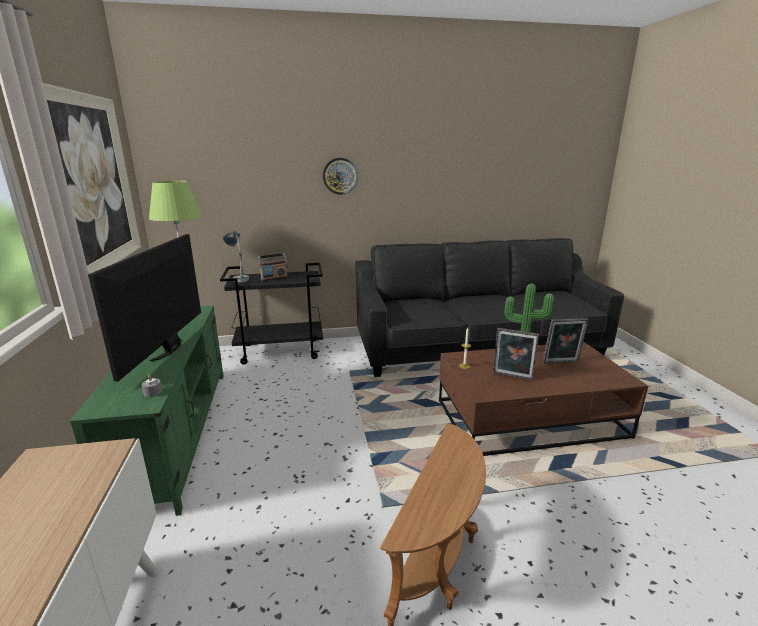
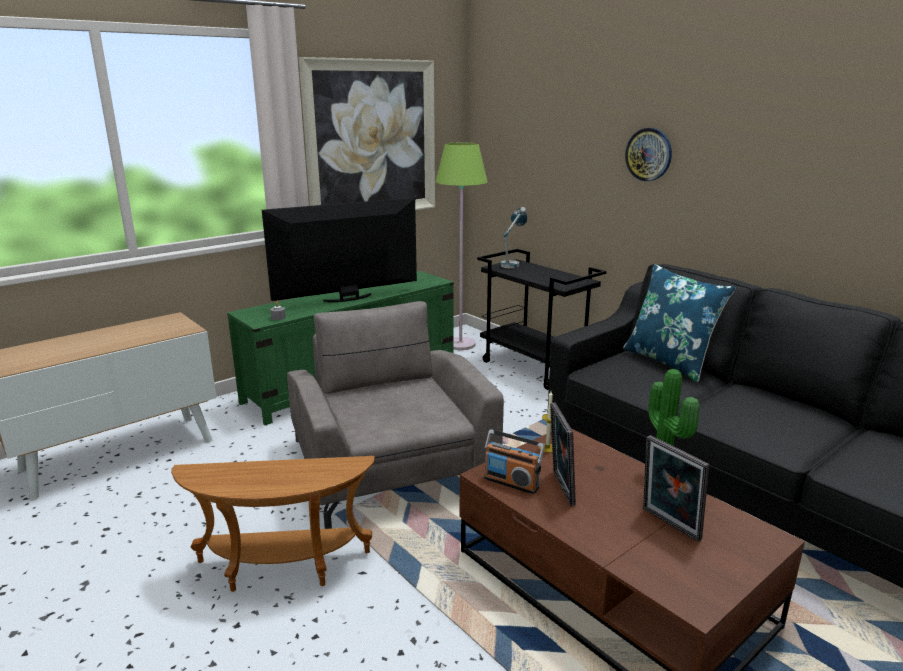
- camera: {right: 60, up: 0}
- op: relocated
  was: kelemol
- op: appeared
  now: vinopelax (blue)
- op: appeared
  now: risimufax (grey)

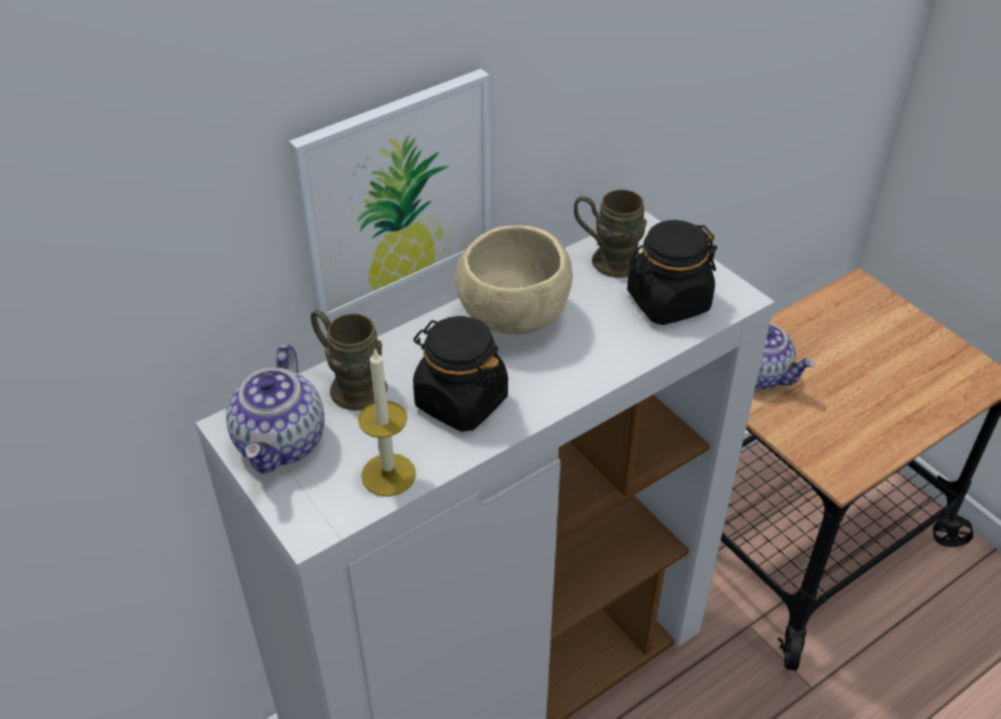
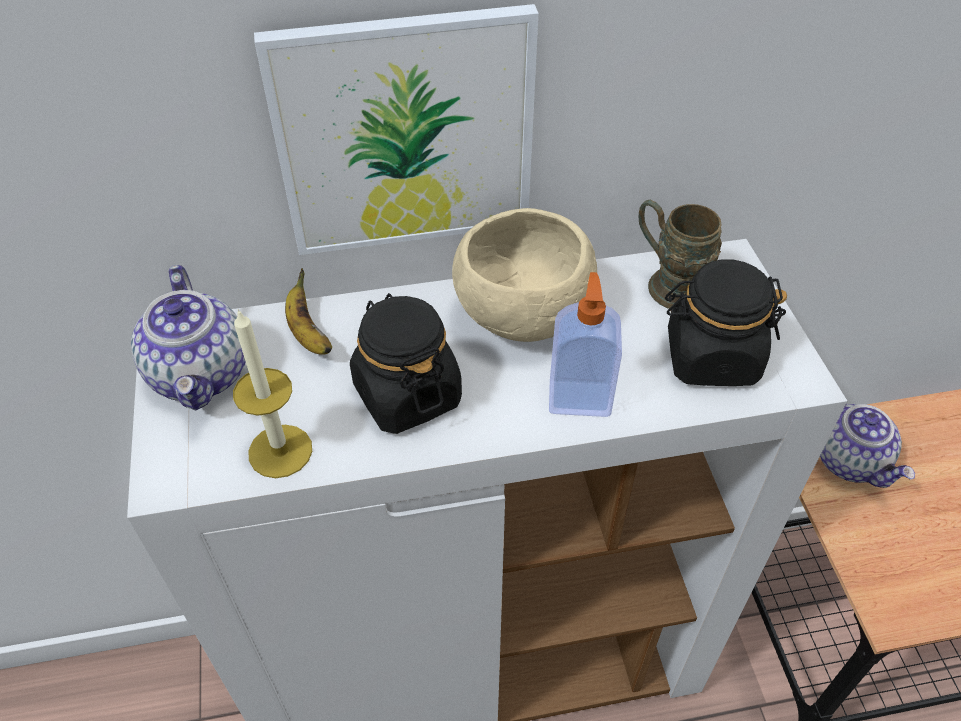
- camera: {right: 25, up: 5}
- op: exchanged
  was: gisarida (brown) (no. 1 from left)
  now: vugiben
- op: spun
  was: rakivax (no. 1 from left)
  clockwise: -45
- op: appeared
  now: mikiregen

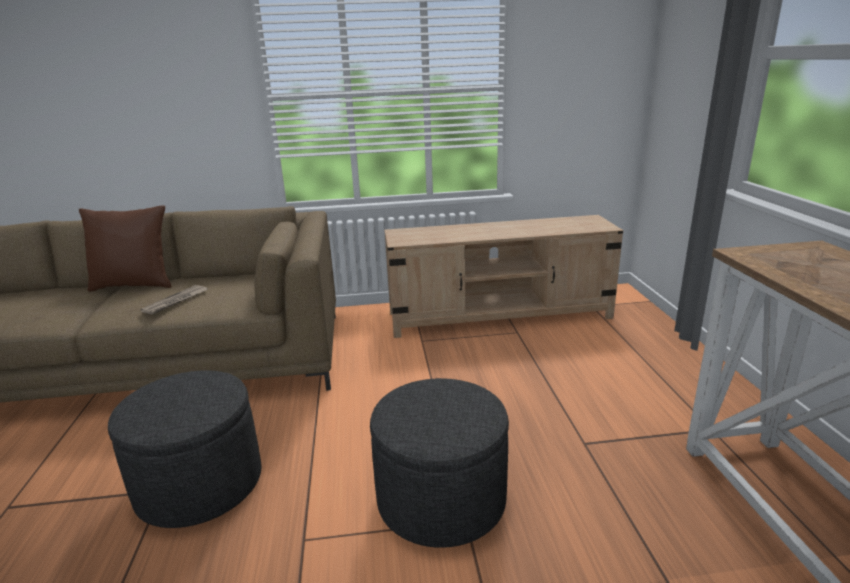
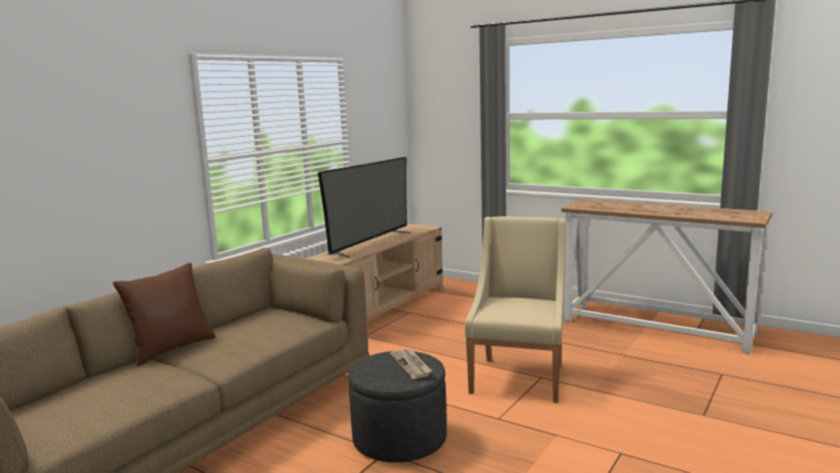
- camera: {right: -50, up: -10}
- op: relocated
  was: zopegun
- op: exchanged
  was: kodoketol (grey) (no. 2 from left)
  now: risimufax (beige)
- op: appeared
  now: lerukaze

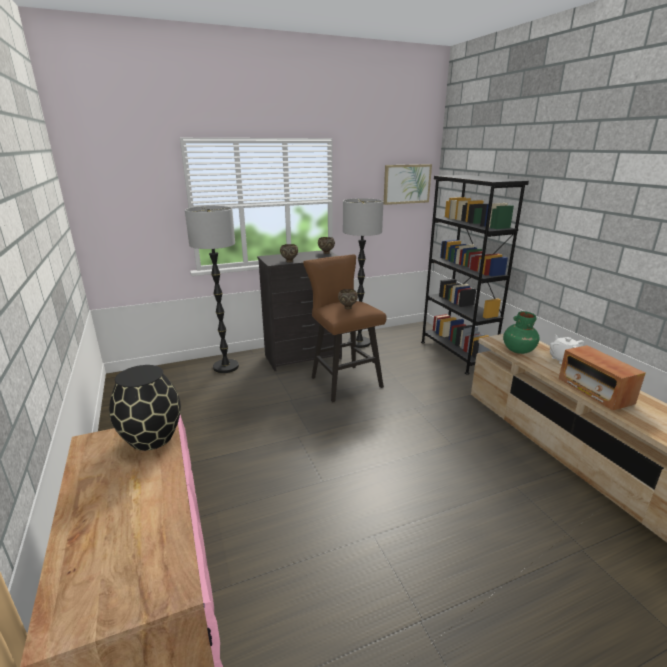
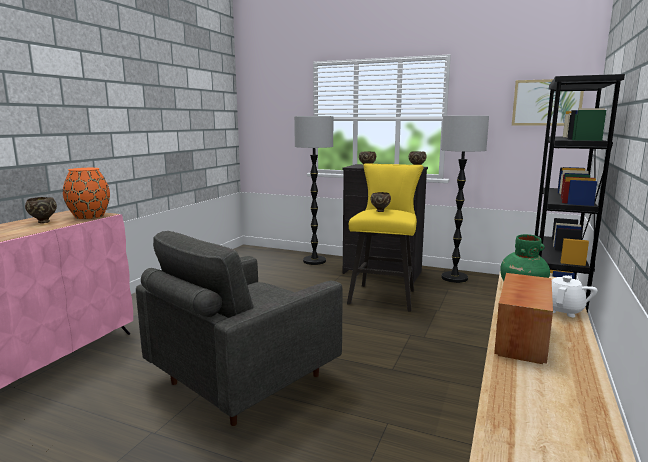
- camera: {right: 45, up: -10}
- op: colour
  was: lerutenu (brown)
  now: lerutenu (yellow)
- op: colour
  was: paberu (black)
  now: paberu (orange)
- op: appeared
  now: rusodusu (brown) (no. 1 from left)
- op: appeared
  now: risimufax (grey)

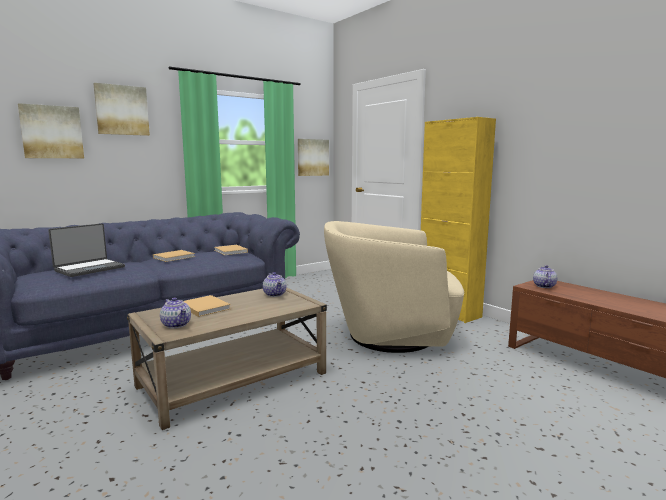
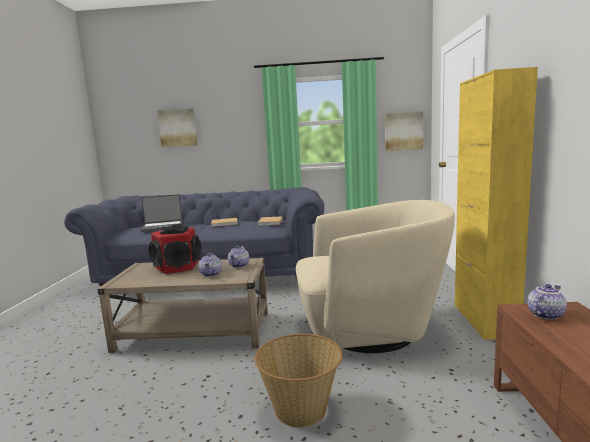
- camera: {right: 40, up: 0}
- op: missing
  was: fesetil (no. 2 from left)
- op: spun
  was: risimufax (beige)
  clockwise: 135
- op: exchanged
  was: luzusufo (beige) (no. 2 from left)
  now: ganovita
- op: relocated
  was: rakivax (no. 1 from left)
- op: appeared
  now: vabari

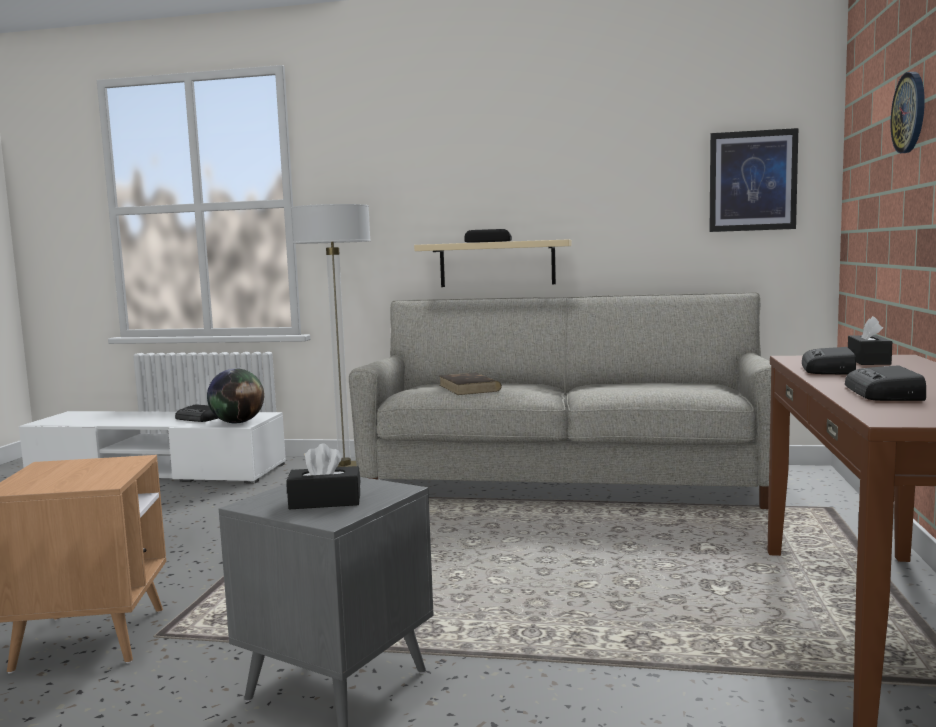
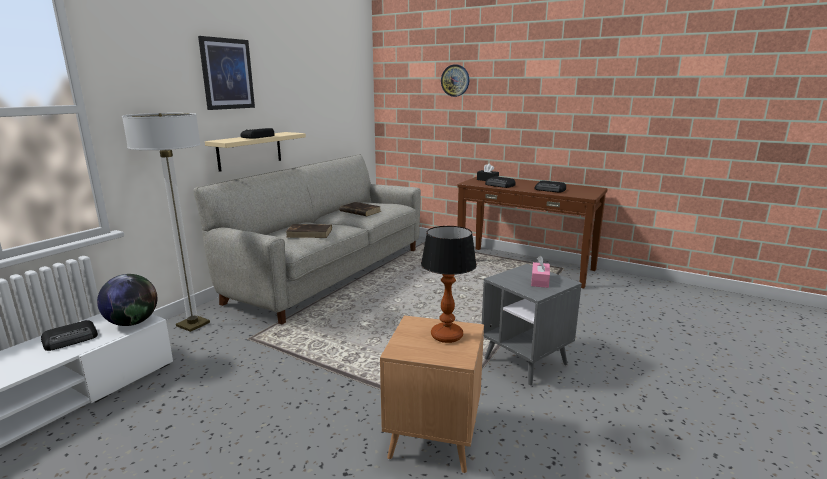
- camera: {right: -70, up: 10}
- op: relocated
  was: fesetil
- op: colour
  was: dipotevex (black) (no. 1 from left)
  now: dipotevex (pink)
- op: appeared
  now: luzusufo (brown) (no. 2 from left)
- op: appeared
  now: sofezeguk

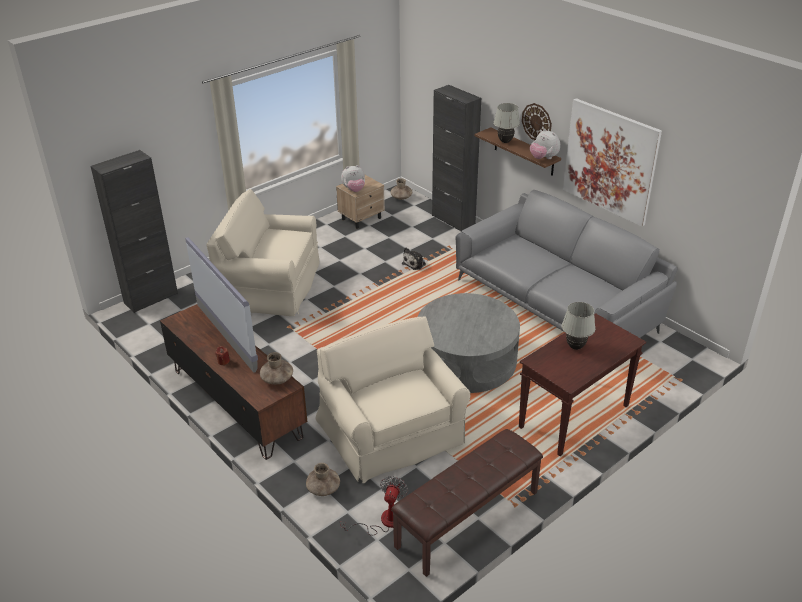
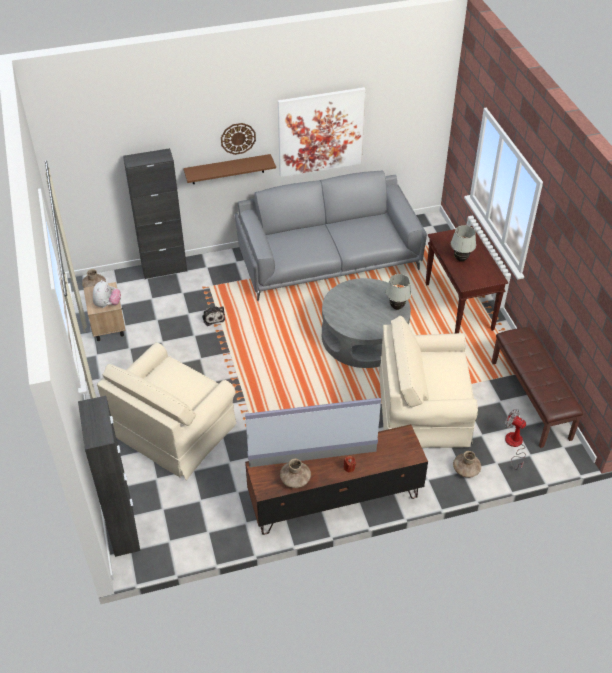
- camera: {right: -65, up: 10}
- op: relocated
  was: sofezeguk (white) (no. 1 from left)
- op: missing
  was: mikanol (no. 3 from left)
- op: relocated
  was: paberu (brown) (no. 1 from left in the first image)
  now: paberu (brown) (no. 2 from left)

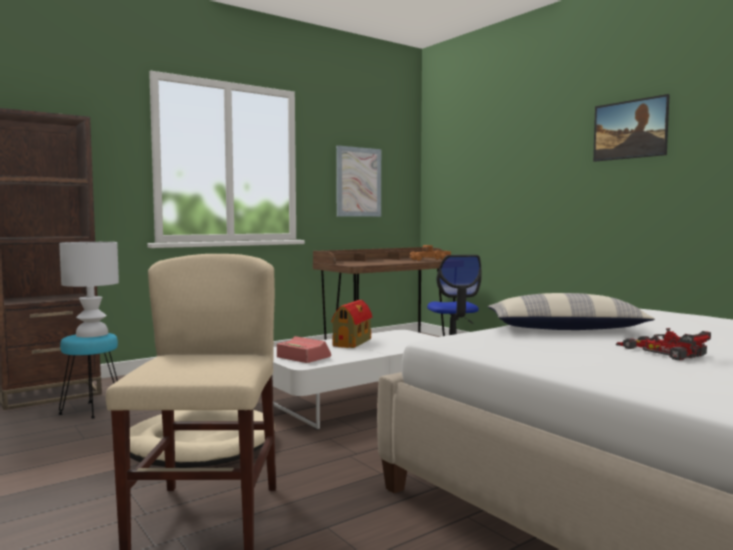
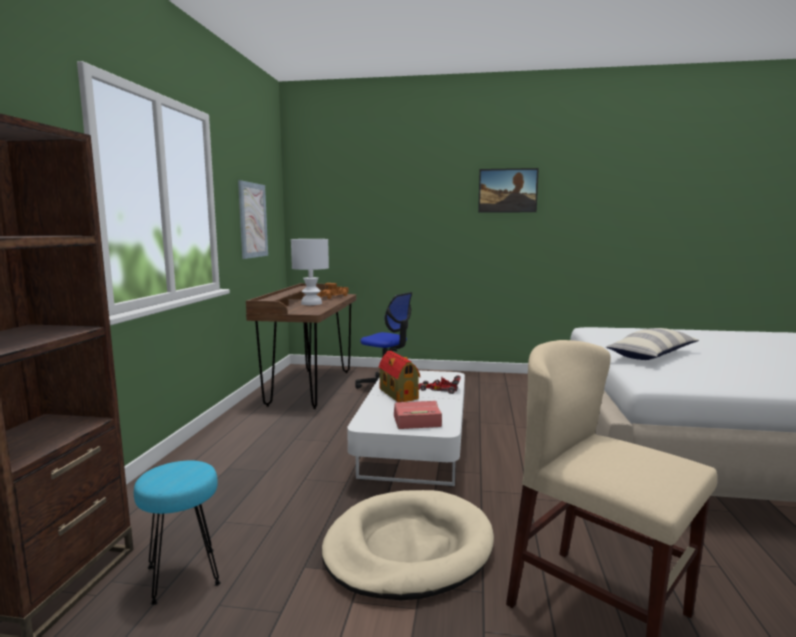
- camera: {right: -45, up: 5}
- op: relocated
  was: sofezeguk (white)
- op: relocated
  was: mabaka

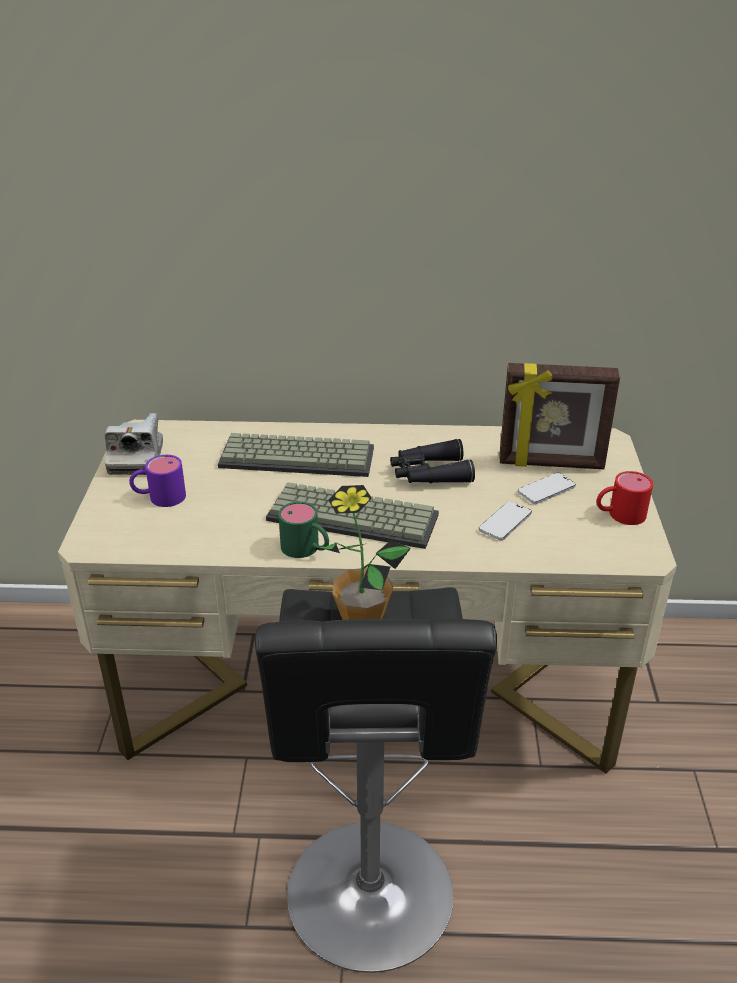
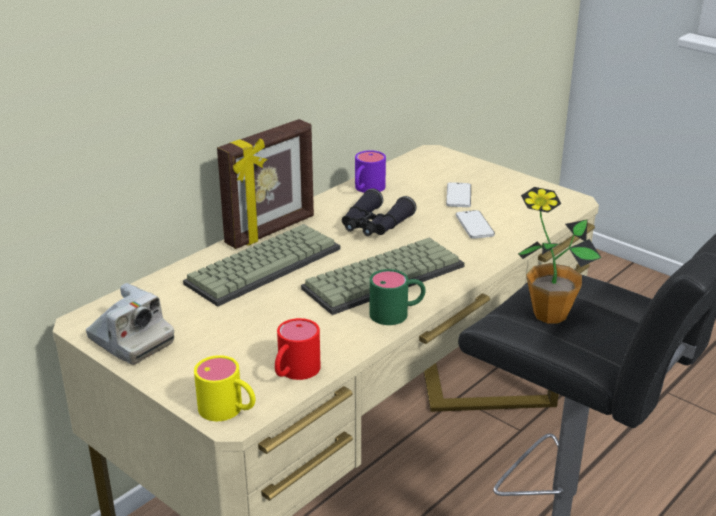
- camera: {right: -50, up: -5}
- op: relocated
  was: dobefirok
- op: relocated
  was: gisarida (purple)
- op: relocated
  was: gisarida (red)
- op: appeared
  now: gisarida (yellow)

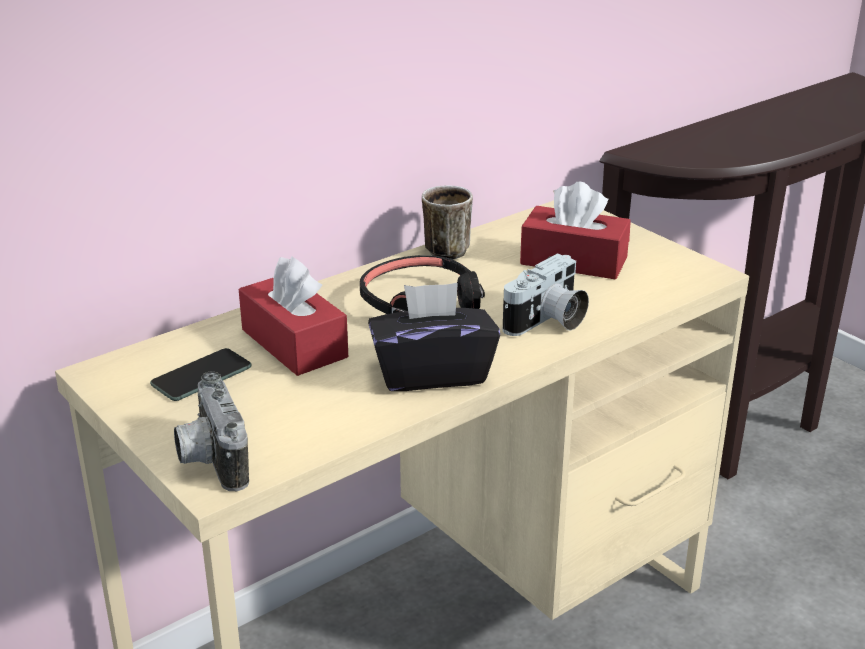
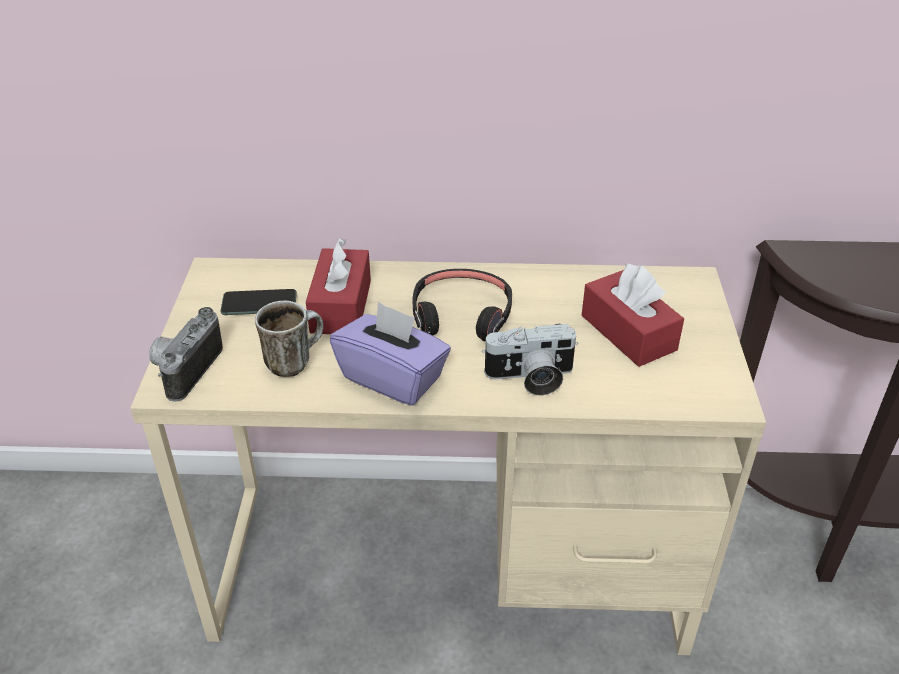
- camera: {right: 40, up: 10}
- op: relocated
  was: gisarida
- op: colour
  was: dipotevex (black)
  now: dipotevex (purple)

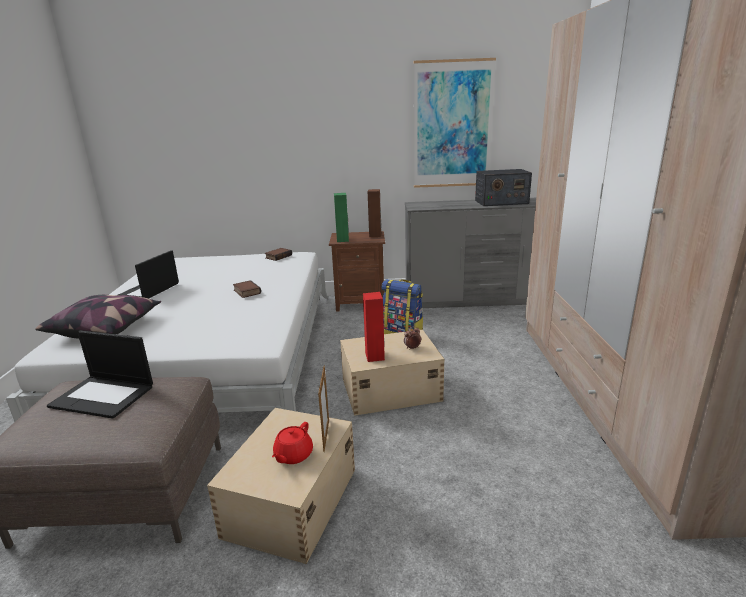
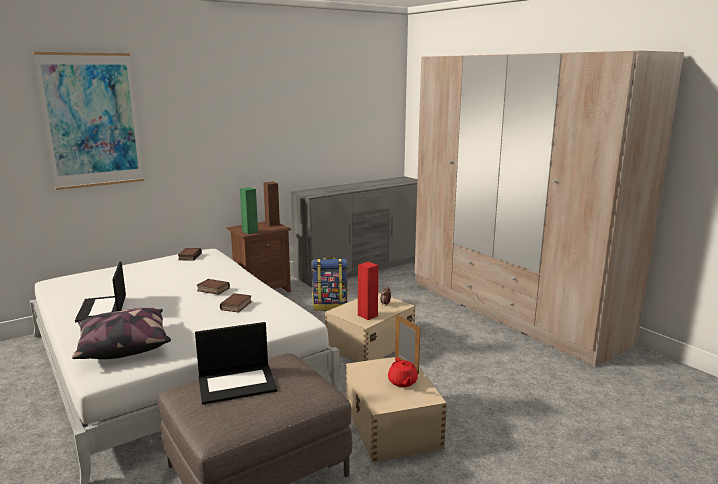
- camera: {right: -35, up: -5}
- op: relocated
  was: fesetil
- op: missing
  was: kelemol
- op: appeared
  now: luzusufo (no. 3 from left)

